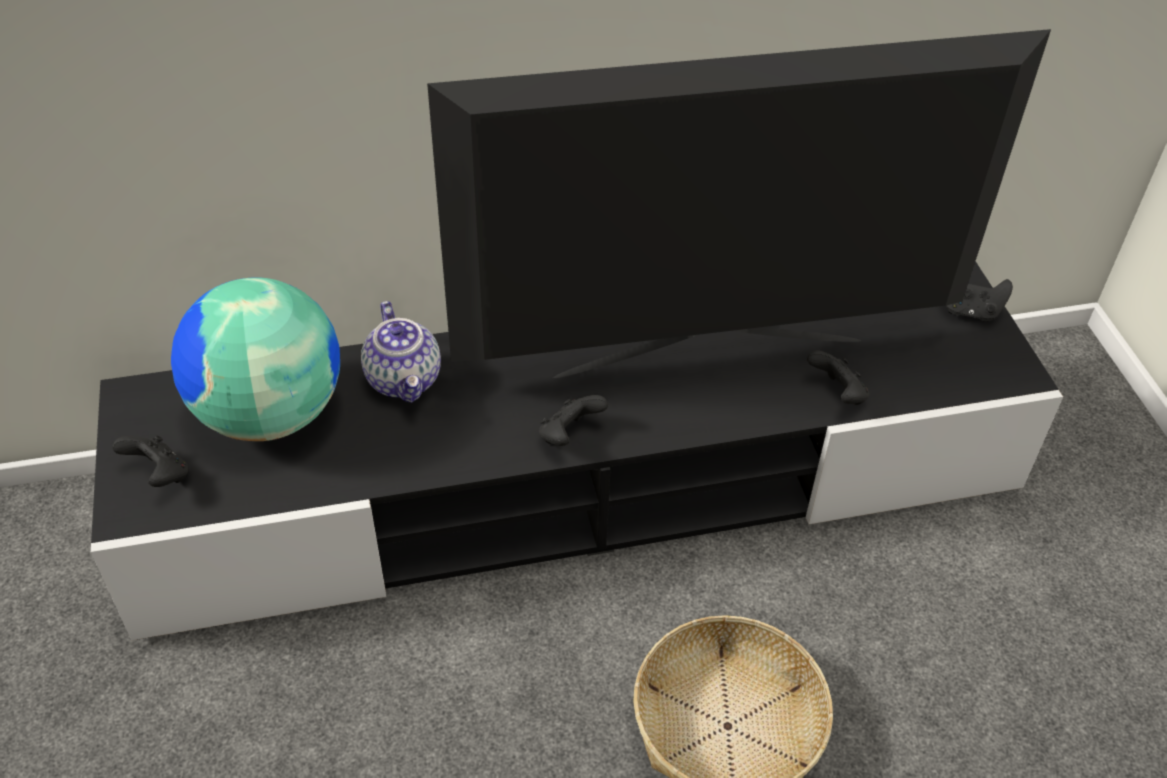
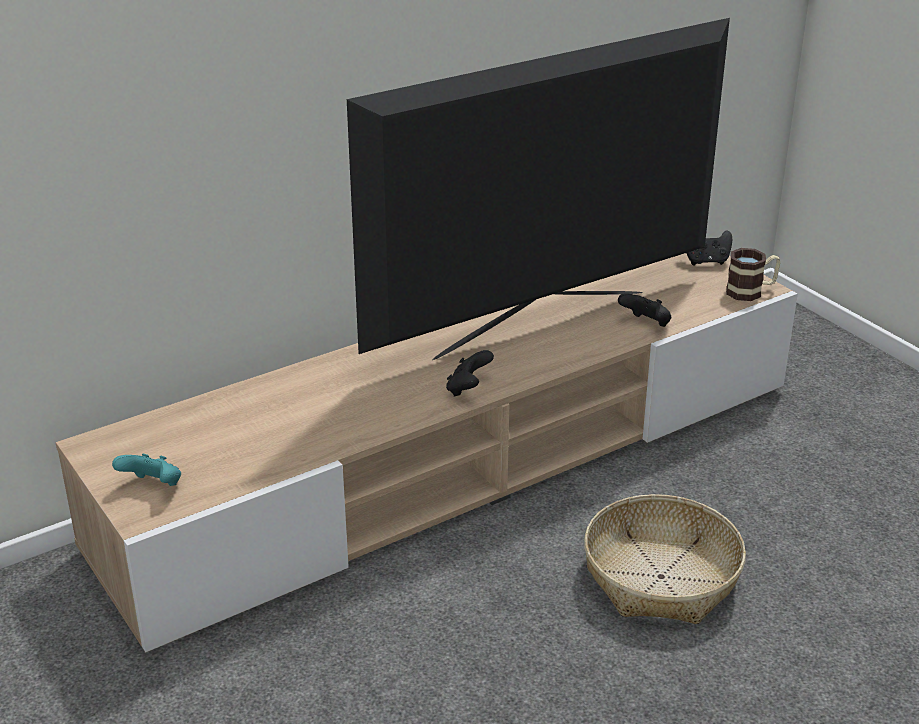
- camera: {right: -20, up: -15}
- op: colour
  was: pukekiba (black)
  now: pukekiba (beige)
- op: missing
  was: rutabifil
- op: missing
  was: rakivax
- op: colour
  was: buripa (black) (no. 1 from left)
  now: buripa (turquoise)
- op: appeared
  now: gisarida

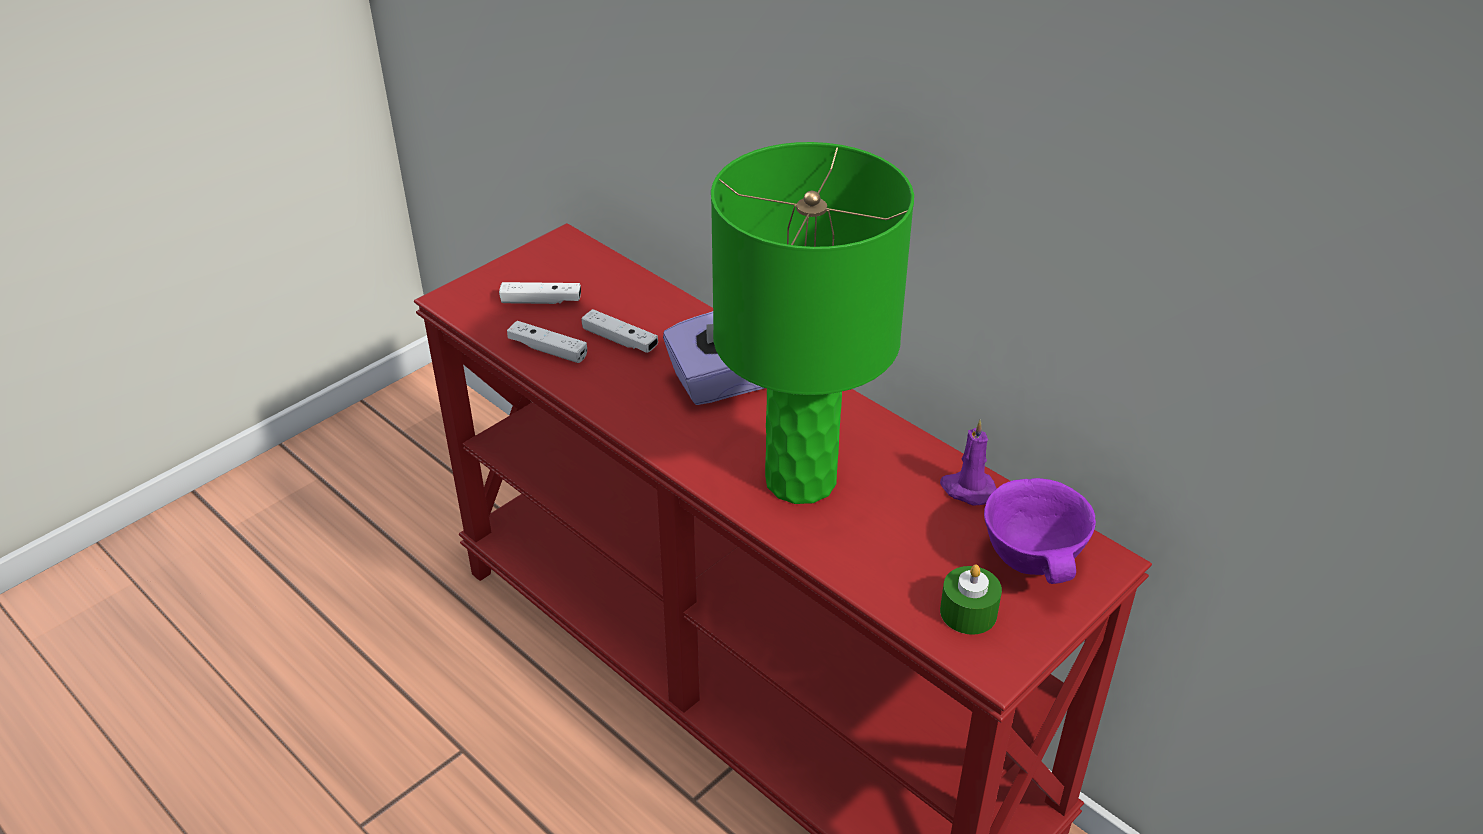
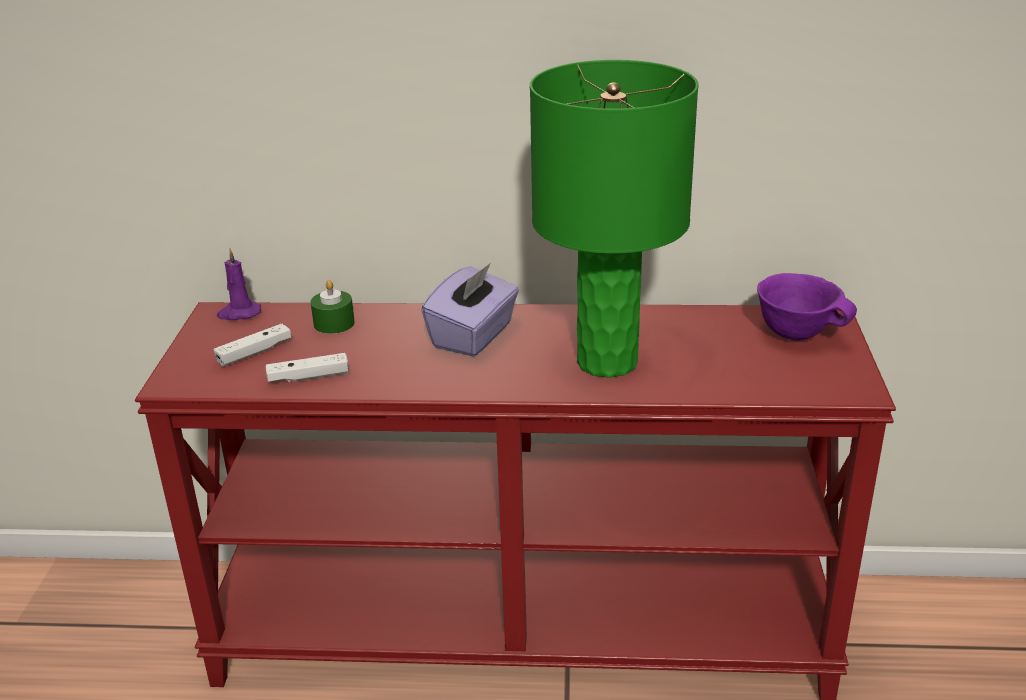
- camera: {right: -40, up: -10}
- op: missing
  was: buripa (white) (no. 3 from left)
- op: relocated
  was: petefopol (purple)
- op: relocated
  was: petefopol (green)

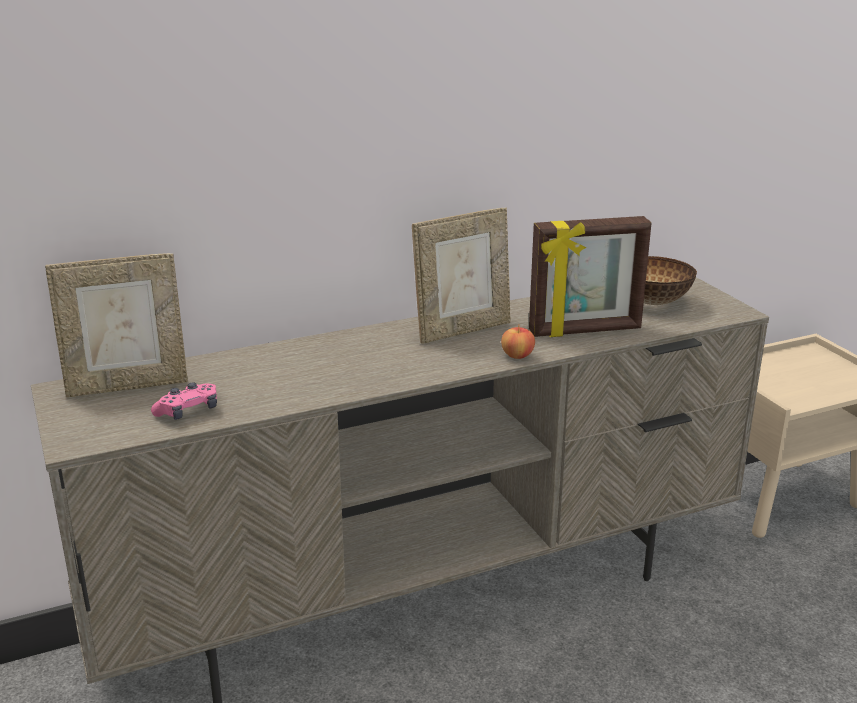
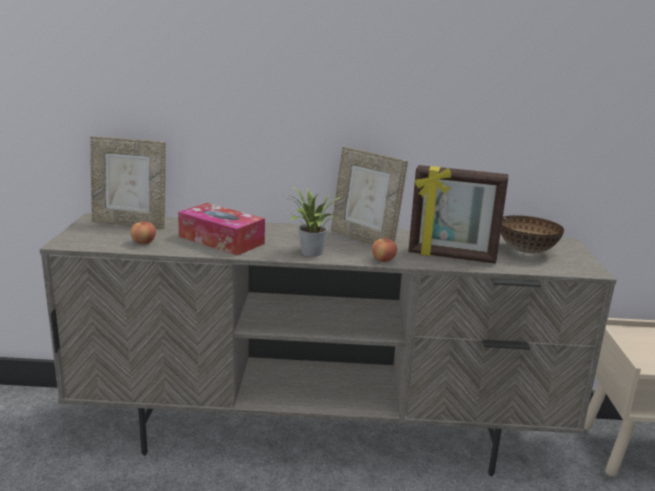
- camera: {right: 25, up: -5}
- op: spun
  was: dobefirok (no. 2 from left)
  clockwise: 45
- op: exchanged
  was: buripa (pink)
  now: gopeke (no. 1 from left)
- op: appeared
  now: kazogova
- op: appeared
  now: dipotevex

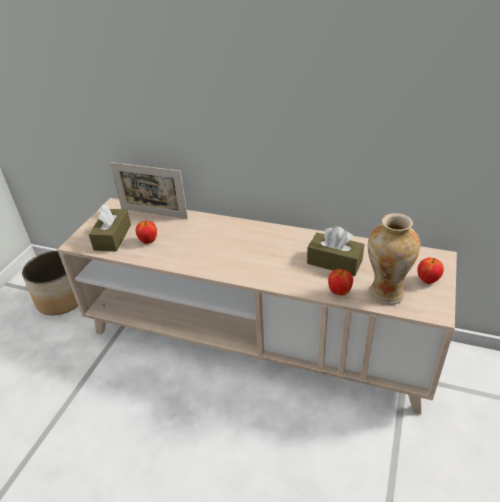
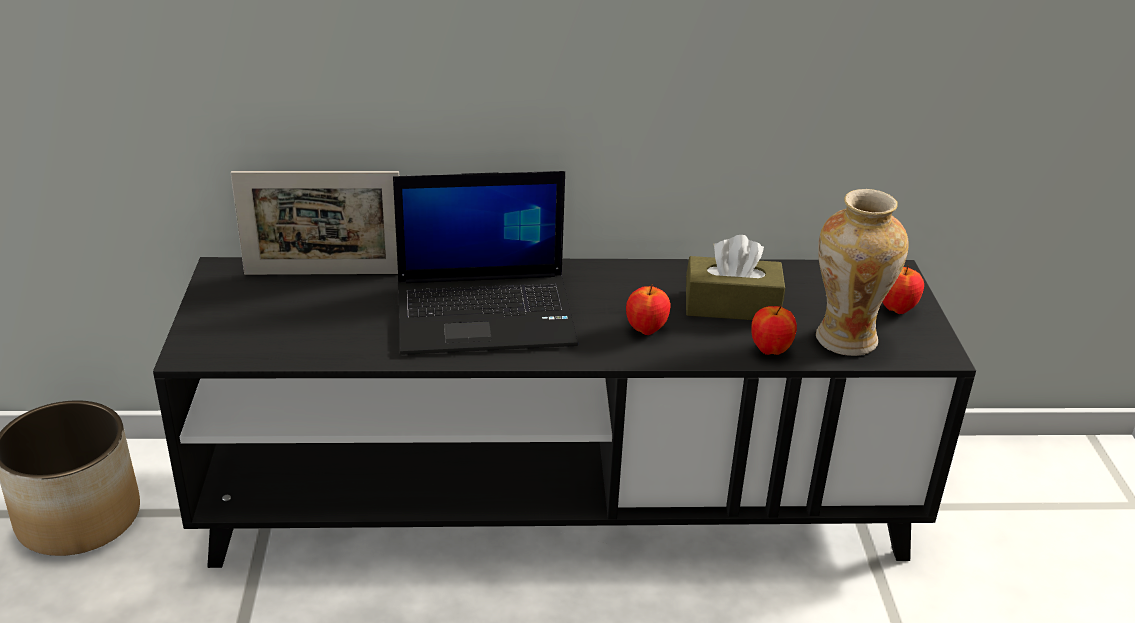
- camera: {right: -25, up: -5}
- op: colour
  was: pukekiba (beige)
  now: pukekiba (black)
- op: missing
  was: dipotevex (brown) (no. 1 from left)
- op: relocated
  was: gopeke (no. 1 from left)
- op: appeared
  now: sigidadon

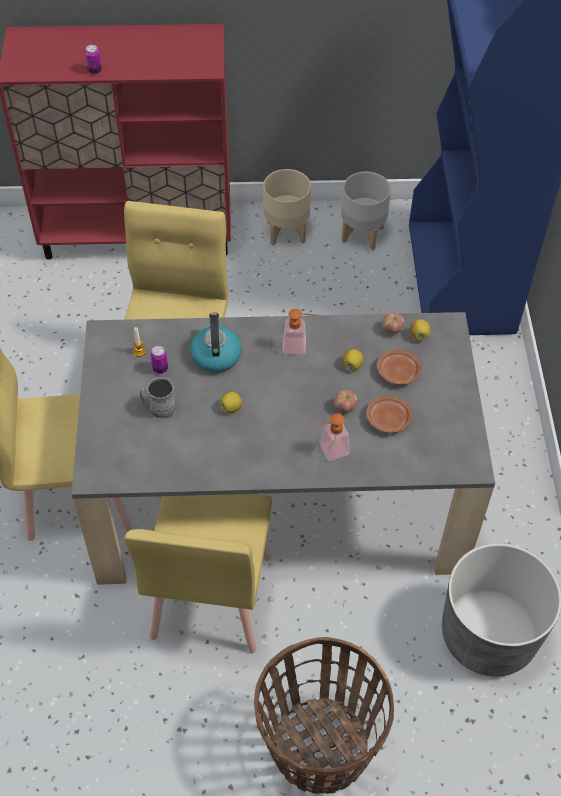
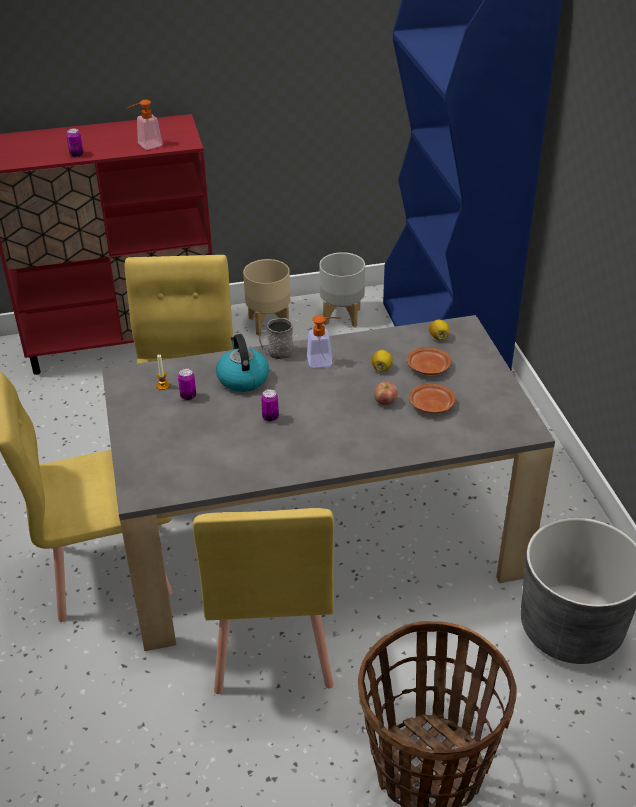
- camera: {right: -10, up: -15}
- op: missing
  was: gopeke (no. 2 from left)
- op: relocated
  was: gisarida (grey)
- op: exchanged
  was: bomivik (no. 1 from left)
  now: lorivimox (no. 3 from left)
- op: relocated
  was: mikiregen (no. 2 from left in the first image)
  now: mikiregen (no. 1 from left)

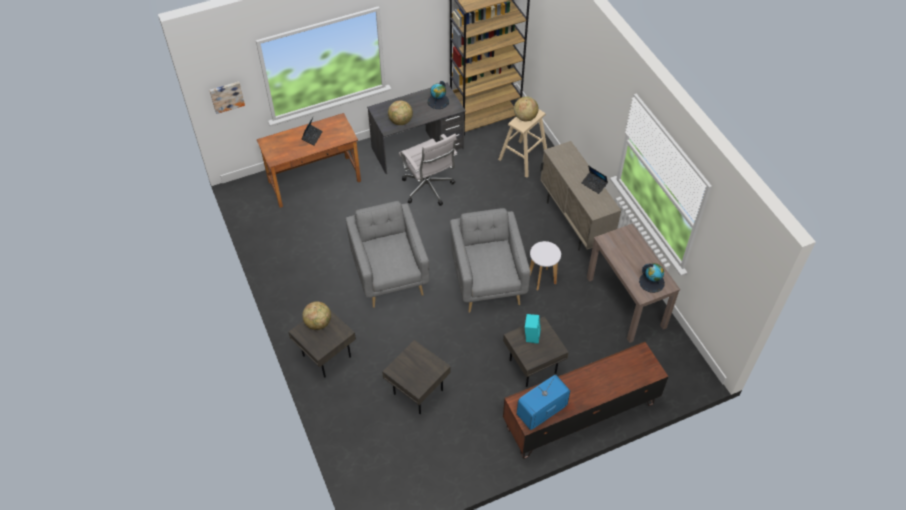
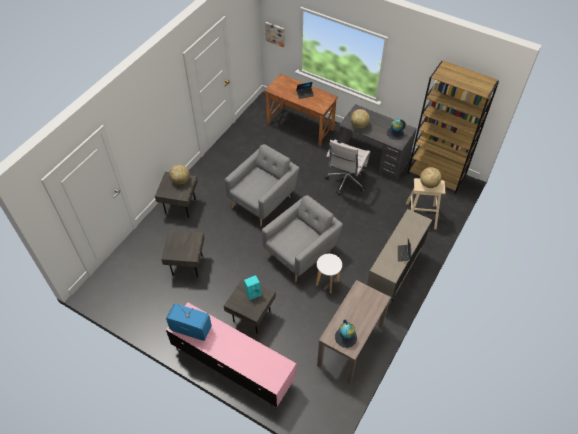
- camera: {right: 55, up: 0}
- op: colour
  was: pukekiba (brown)
  now: pukekiba (pink)

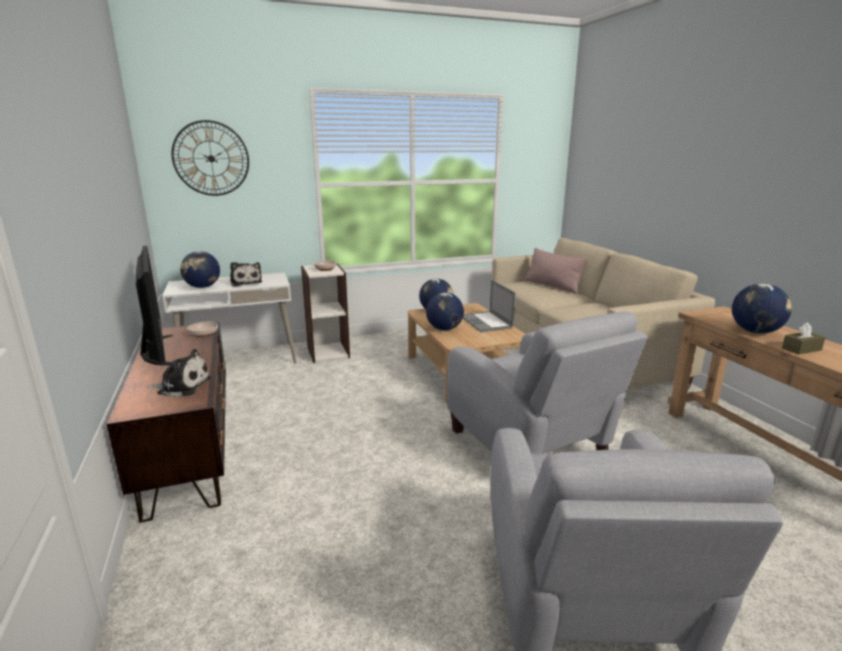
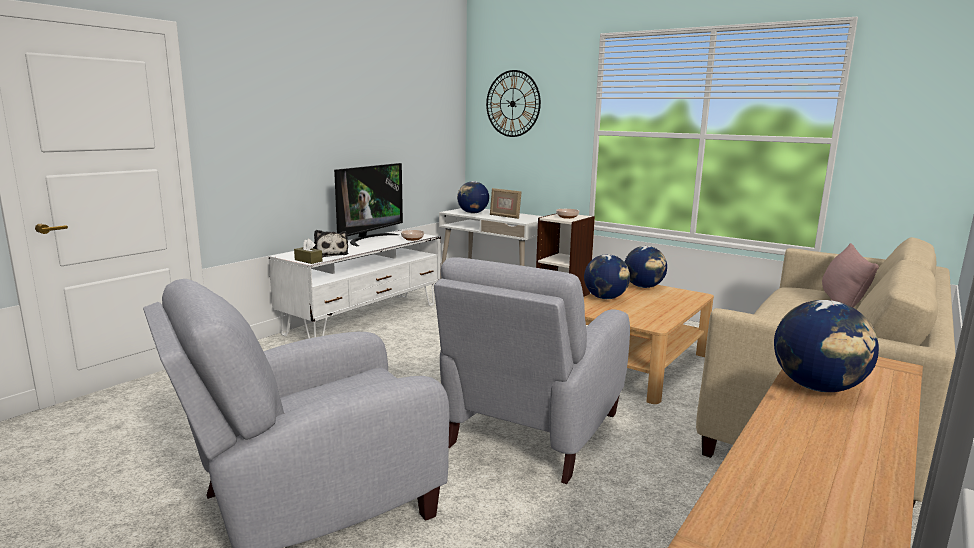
- camera: {right: 55, up: -5}
- op: exchanged
  was: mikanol (no. 2 from left)
  now: dobefirok
- op: missing
  was: sigidadon
- op: colour
  was: pukekiba (brown)
  now: pukekiba (white)
- op: relocated
  was: dipotevex (brown)

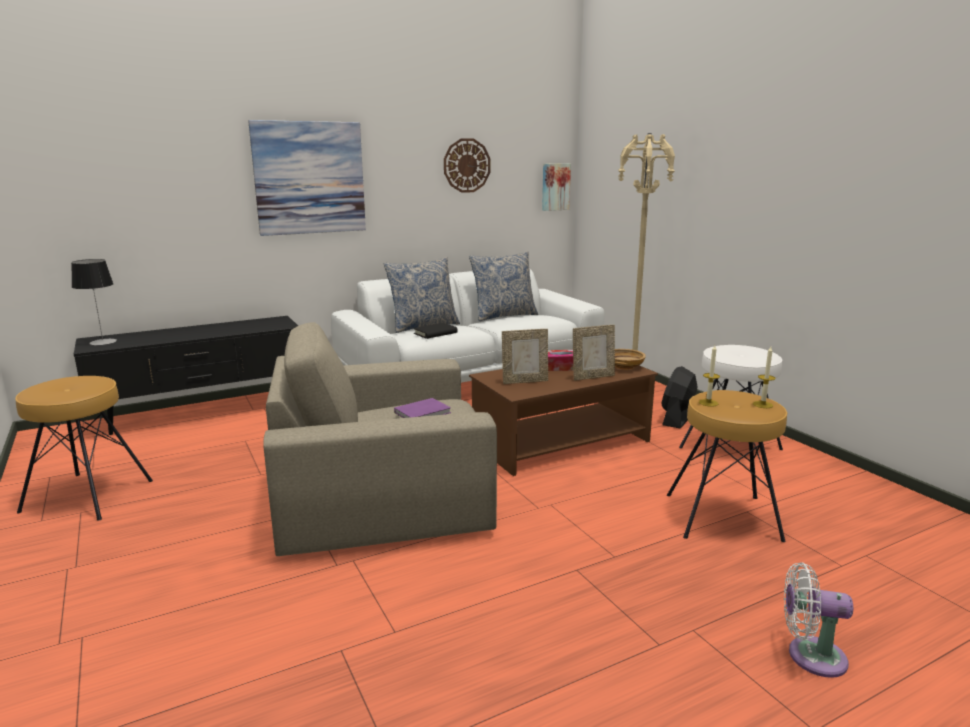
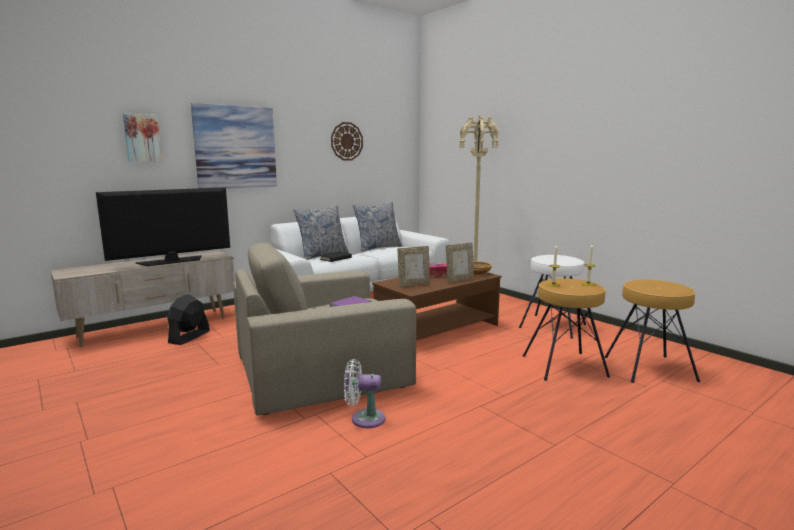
- camera: {right: -10, up: -5}
- op: relocated
  was: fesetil (no. 2 from left in the first image)
  now: fesetil (no. 1 from left)
- op: missing
  was: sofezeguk
- op: colour
  was: pukekiba (black)
  now: pukekiba (beige)
- op: relocated
  was: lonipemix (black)
- op: relocated
  was: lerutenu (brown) (no. 1 from left in the first image)
  now: lerutenu (brown) (no. 2 from left)
- op: relocated
  was: lonipemix (white)
- op: appeared
  now: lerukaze

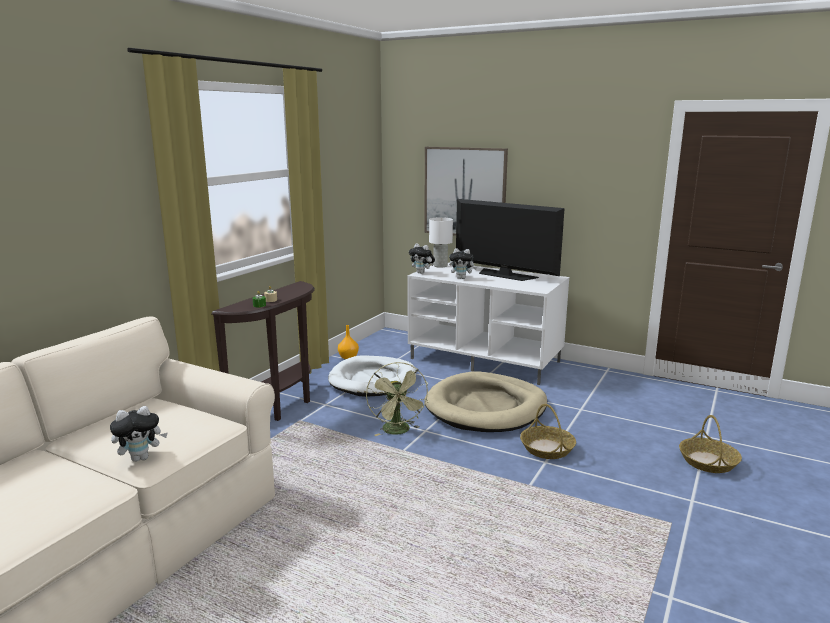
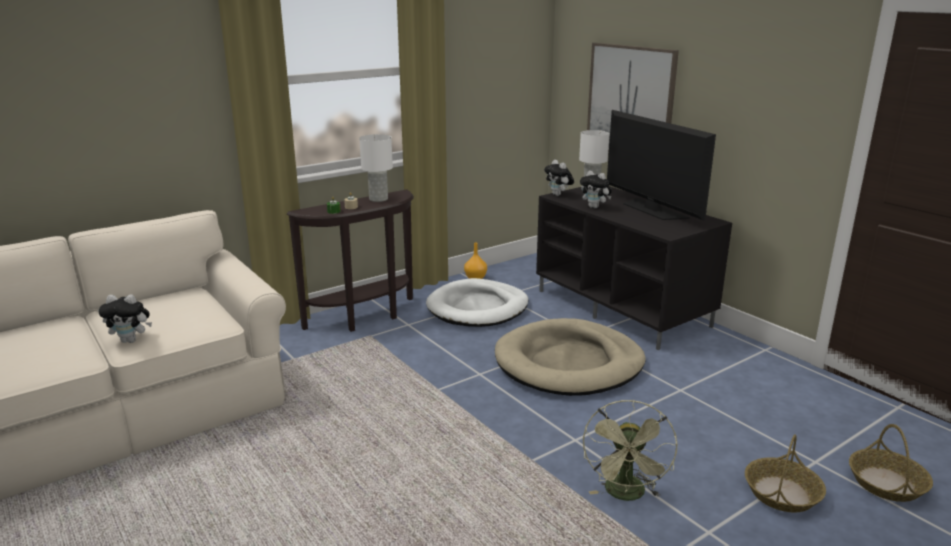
- camera: {right: 25, up: 5}
- op: colour
  was: pukekiba (white)
  now: pukekiba (black)
- op: relocated
  was: lonipemix (green)
- op: relocated
  was: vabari (no. 1 from left in the first image)
  now: vabari (no. 2 from left)
- op: appeared
  now: sofezeguk (white) (no. 1 from left)

